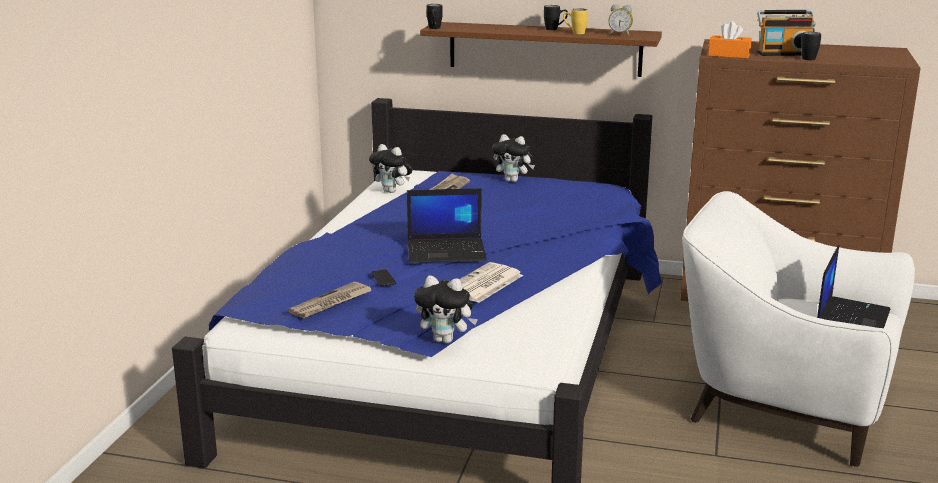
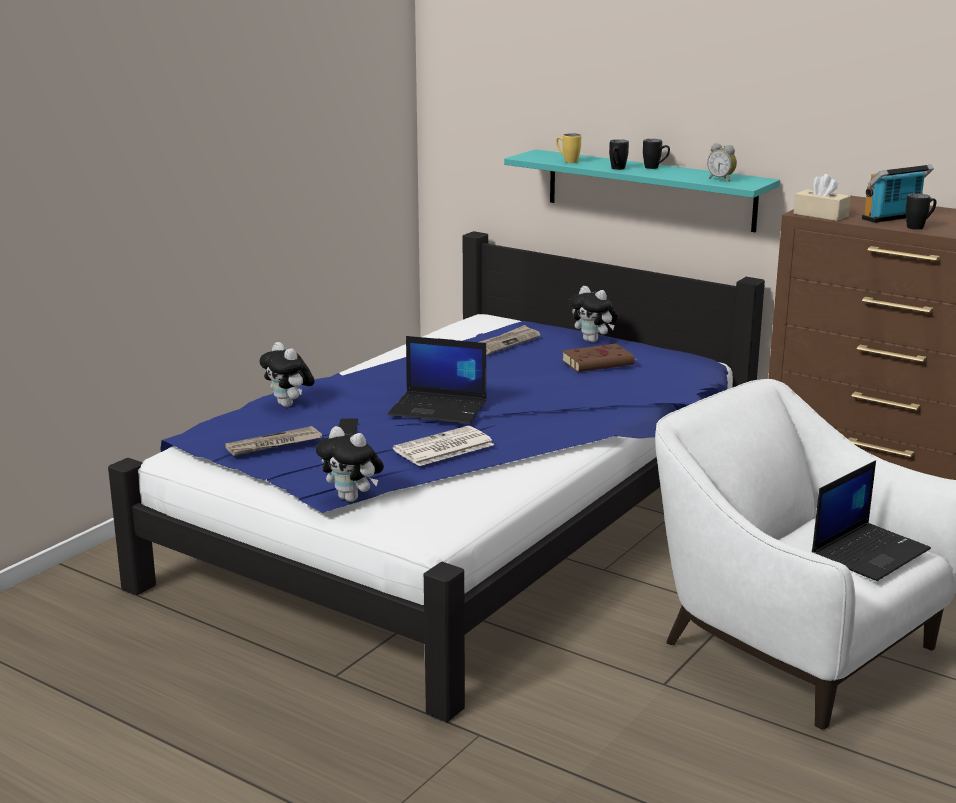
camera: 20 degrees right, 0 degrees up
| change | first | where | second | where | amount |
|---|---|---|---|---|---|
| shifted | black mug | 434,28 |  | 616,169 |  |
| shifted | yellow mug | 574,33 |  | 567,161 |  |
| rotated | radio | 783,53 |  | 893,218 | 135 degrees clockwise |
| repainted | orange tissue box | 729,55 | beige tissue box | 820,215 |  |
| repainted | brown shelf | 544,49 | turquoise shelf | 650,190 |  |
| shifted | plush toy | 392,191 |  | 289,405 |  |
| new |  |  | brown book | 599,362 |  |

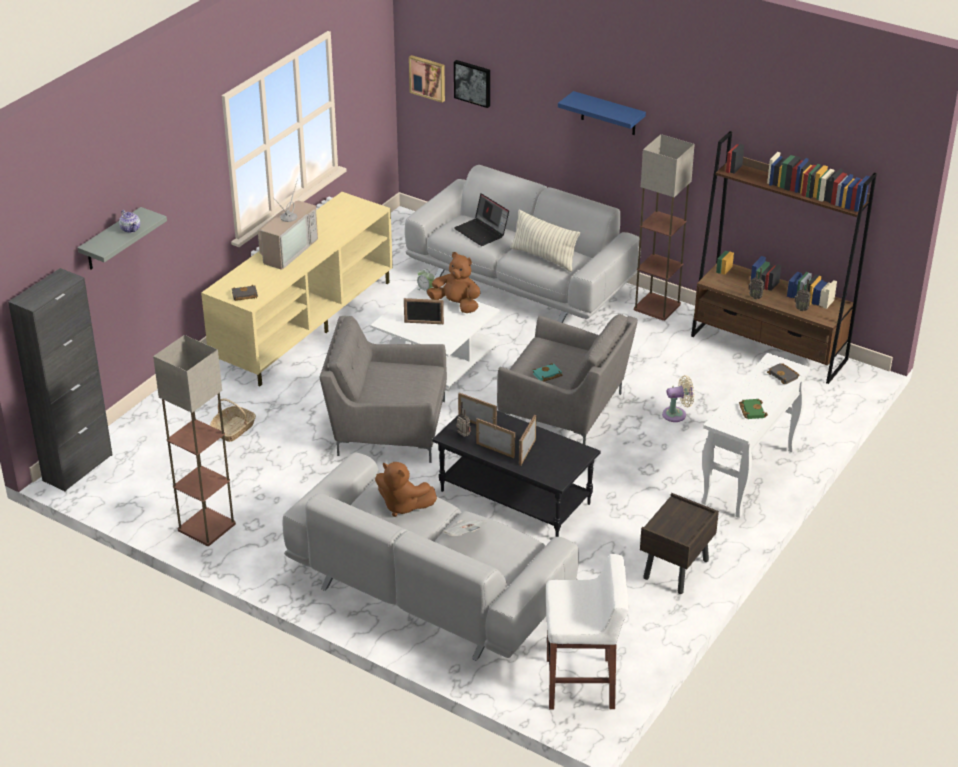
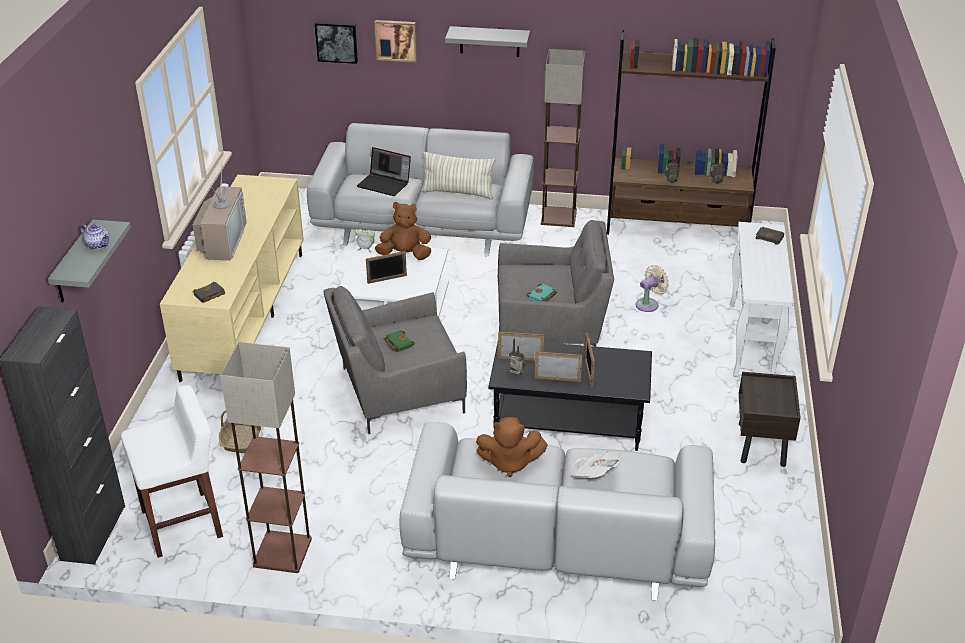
camera: 25 degrees left, 0 degrees up
| change | first | where | second | where | amount |
|---|---|---|---|---|---|
| shifted | picture | 428,78 |  | 396,40 |  |
| repainted | blue shelf | 608,114 | grey shelf | 489,41 |  |
| shifted | green book | 751,410 |  | 397,343 |  |
| shifted | white stool | 582,684 |  | 183,524 |  |

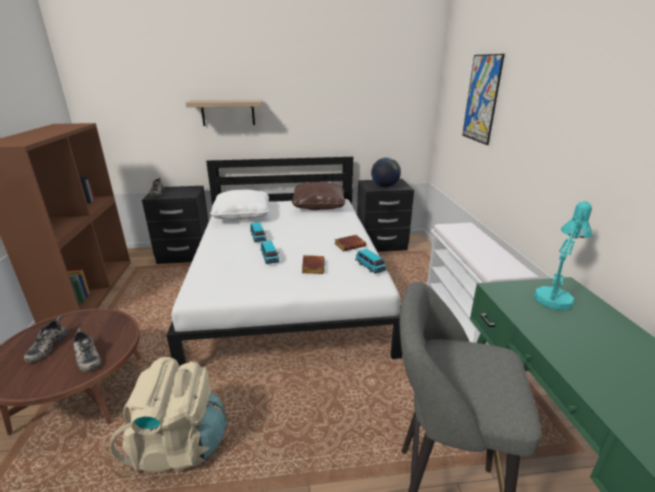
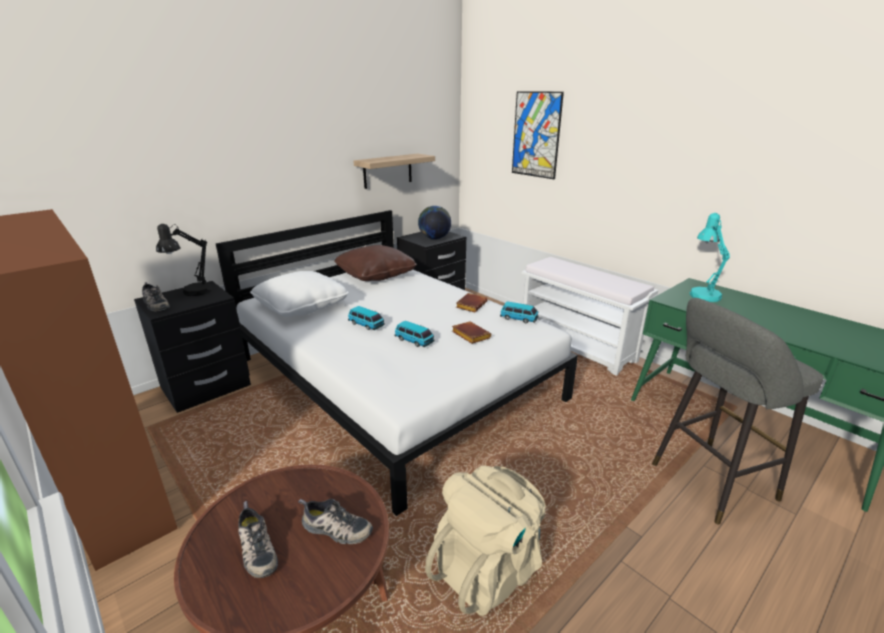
camera: 35 degrees left, 0 degrees up
| change | first | where | second | where | amount |
|---|---|---|---|---|---|
| shifted | shelf | 228,112 |  | 387,171 |  |
| new |  |  | black table lamp | 193,293 |  |

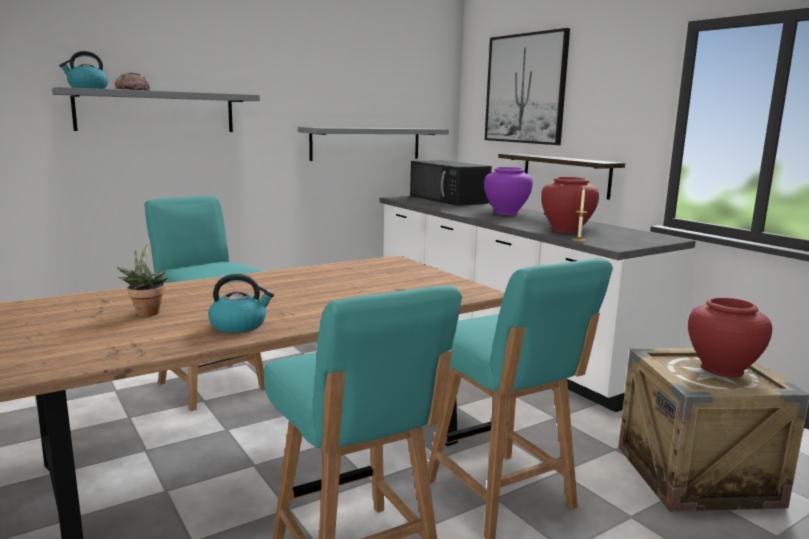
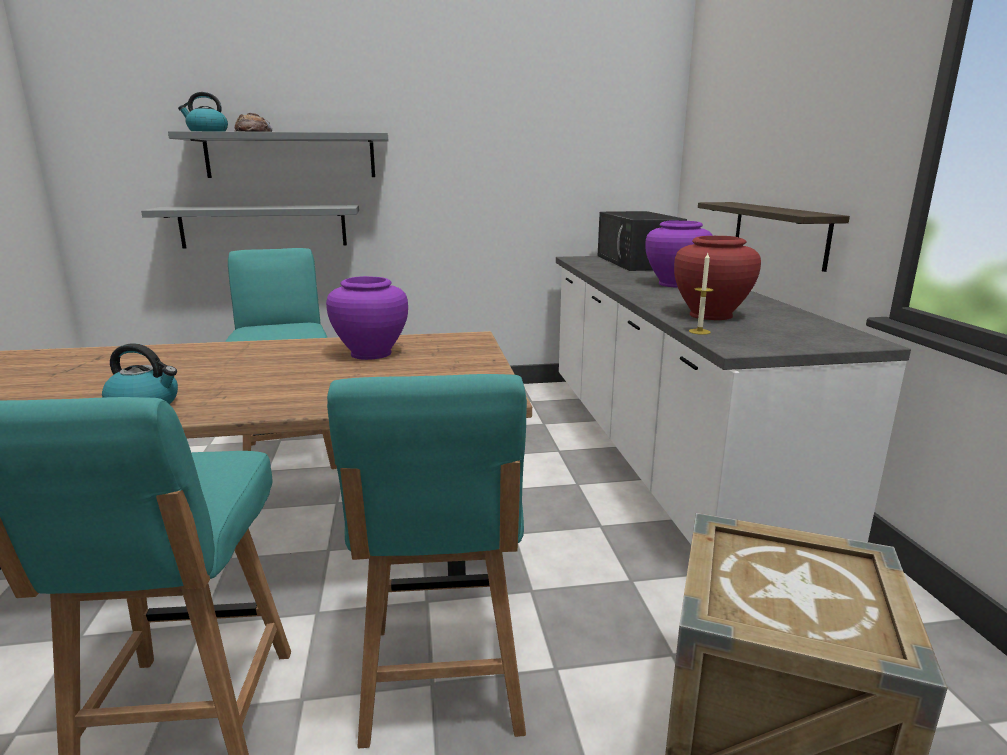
camera: 25 degrees right, 5 degrees up
| change | first | where | second | where | amount |
|---|---|---|---|---|---|
| gone | picture | 525,89 |  |  |  |
| shifted | grey shelf | 366,143 |  | 264,226 |  |
| gone | potted plant | 146,312 |  |  |  |
| gone | red vase | 722,370 |  |  |  |
| new |  |  | purple vase | 371,354 |  |

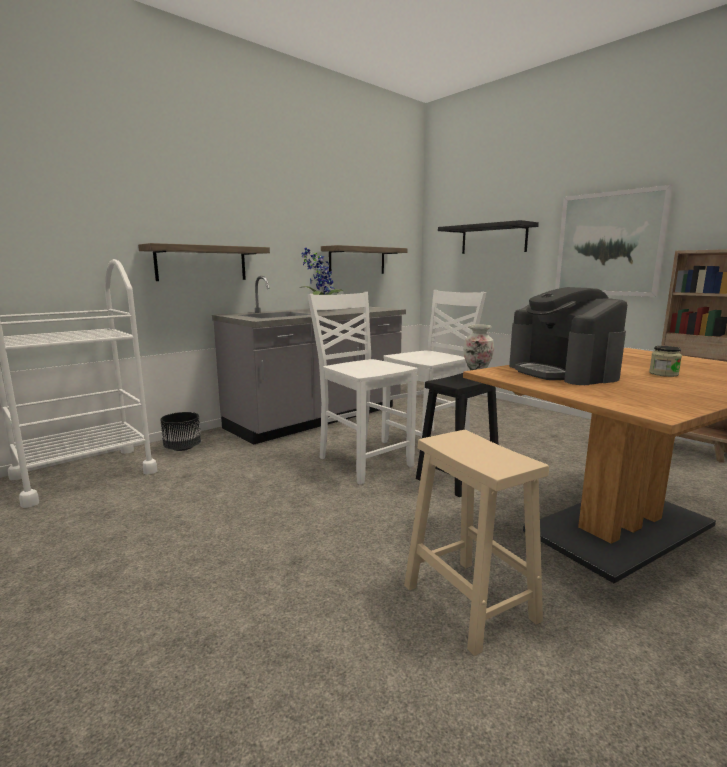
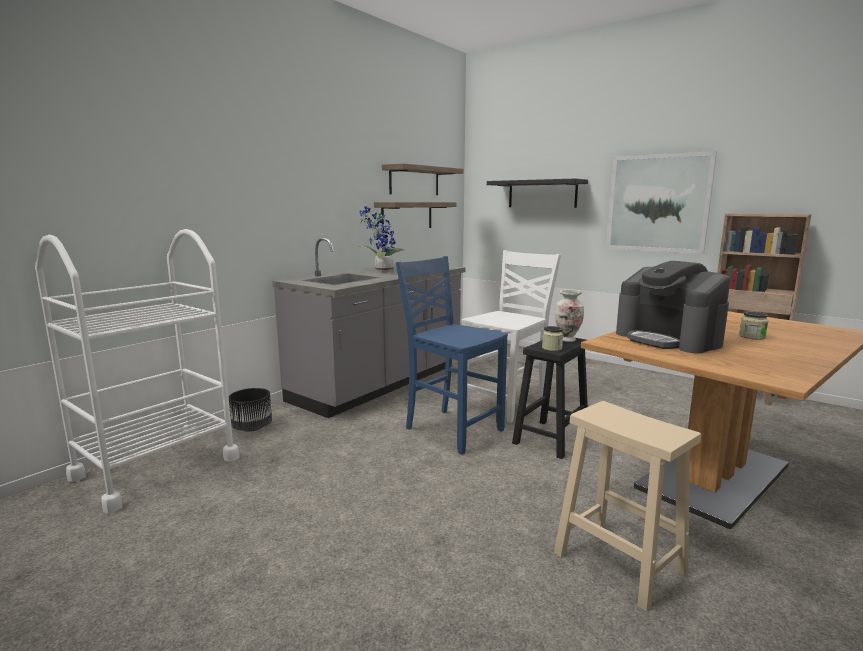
camera: 10 degrees left, 0 degrees up
| change | first | where | second | where | amount |
|---|---|---|---|---|---|
| shifted | shelf | 201,263 |  | 414,181 |  |
| repainted | white chair | 363,462 | blue chair | 452,429 |  |
| new |  |  | jar | 552,348 |  |

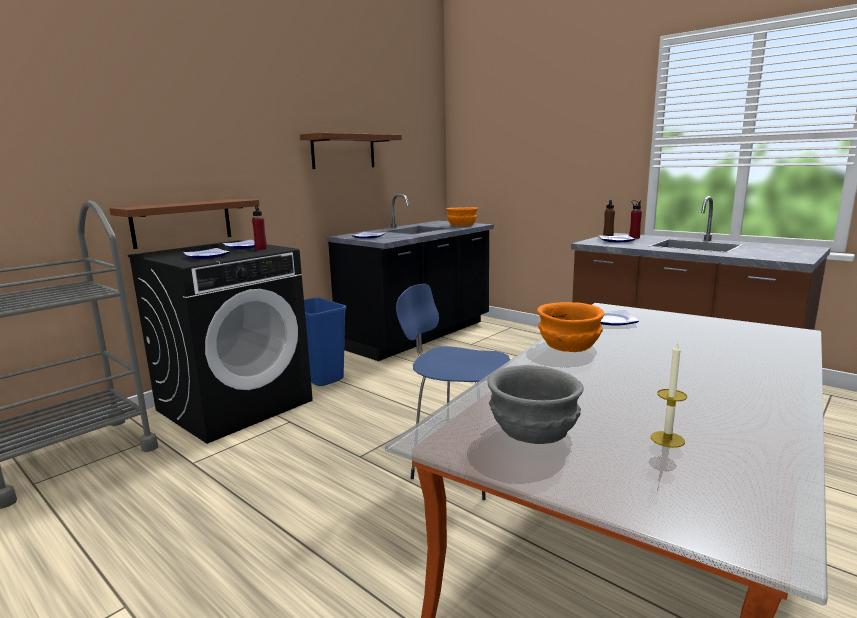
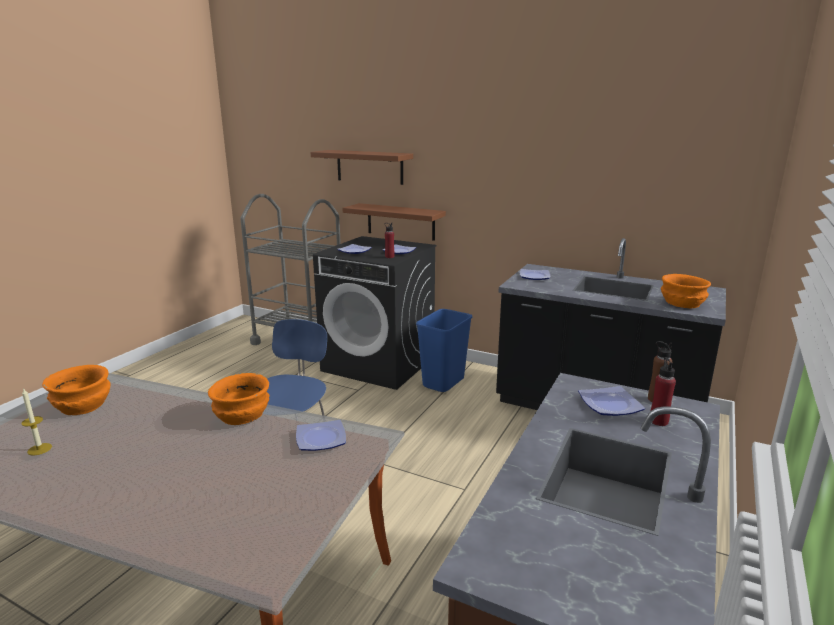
camera: 75 degrees right, 5 degrees up
| change | first | where | second | where | amount |
|---|---|---|---|---|---|
| shifted | brown shelf | 343,151 |  | 369,167 |  |
| repainted | grey bowl | 532,429 | orange bowl | 83,405 |  |

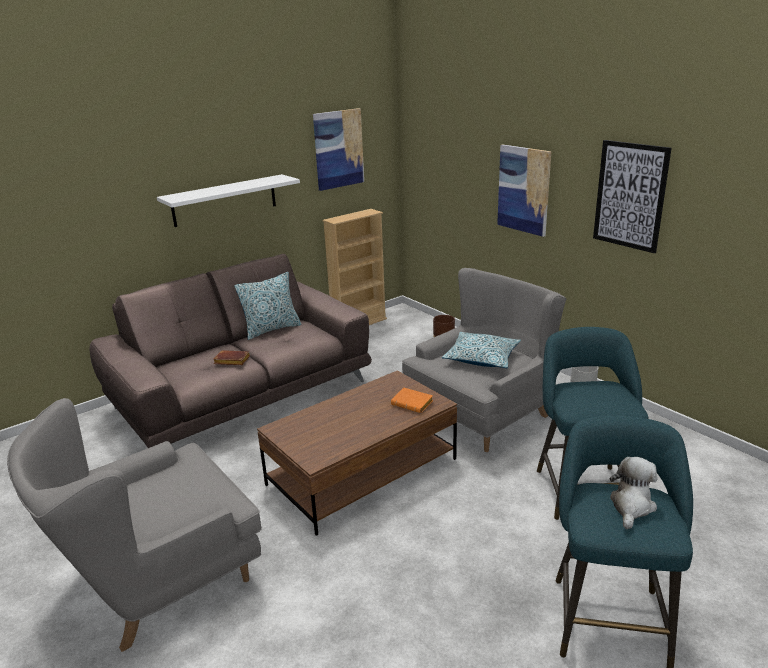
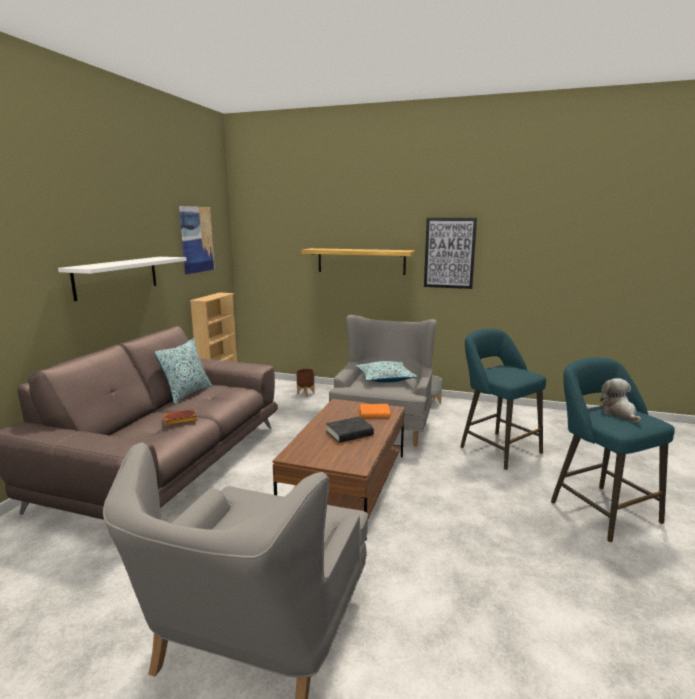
camera: 35 degrees left, 10 degrees down
| change | first | where | second | where | amount |
|---|---|---|---|---|---|
| swapped | picture | 524,189 | shelf | 361,261 |  |
| new |  |  | black book | 349,433 |  |

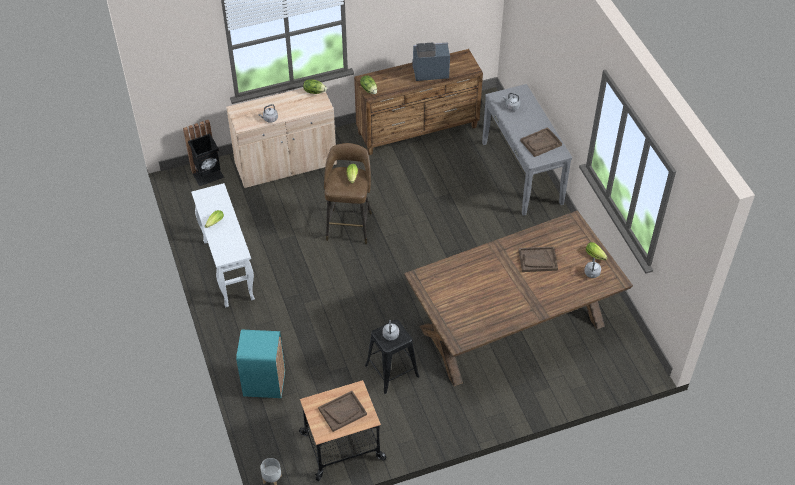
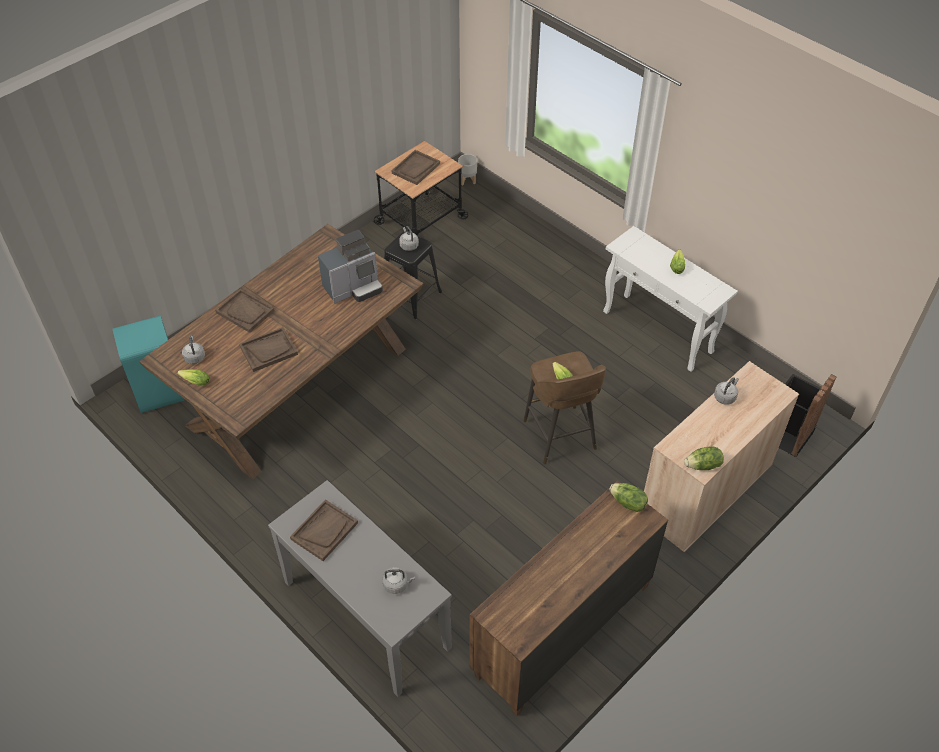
camera: 155 degrees right, 0 degrees up
| change | first | where | second | where | amount |
|---|---|---|---|---|---|
| shifted | coffee machine | 429,72 |  | 353,288 |  |
| shifted | turquoise trash can | 264,384 |  | 159,392 |  |
| new |  |  | brown tray | 245,312 |  |

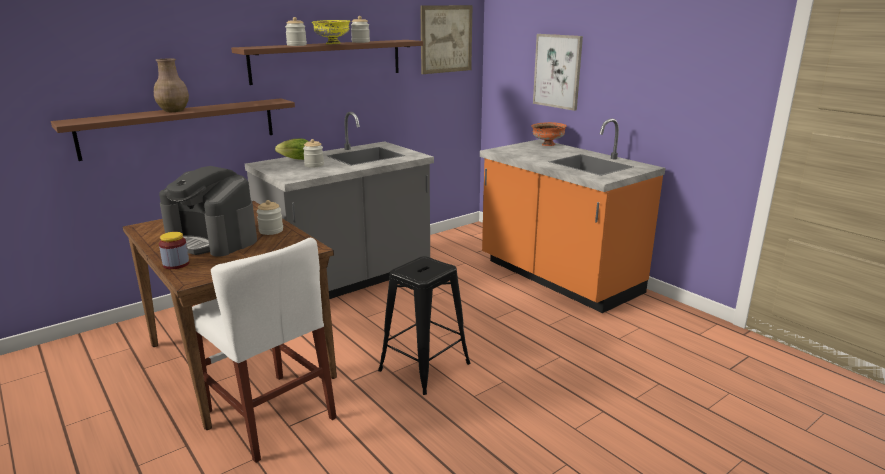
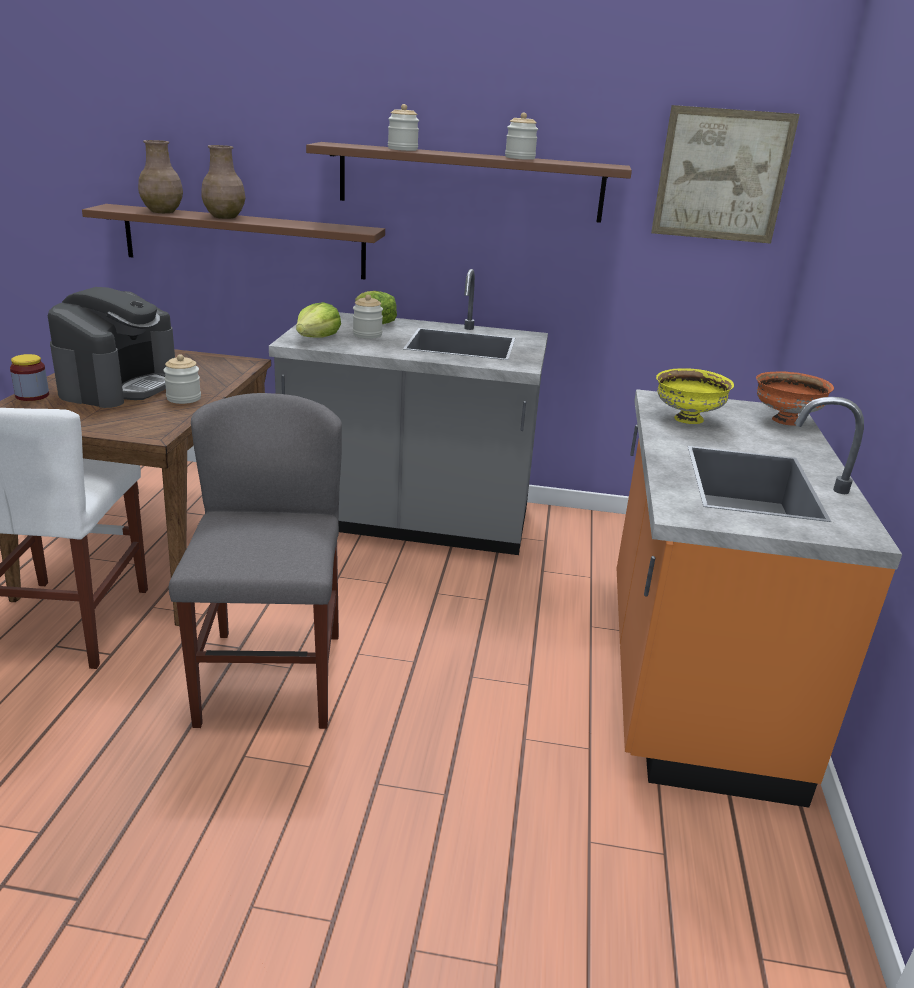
camera: 45 degrees right, 5 degrees up
| change | first | where | second | where | amount |
|---|---|---|---|---|---|
| shifted | yellow bowl | 332,43 |  | 687,419 |  |
| gone | picture | 557,71 |  |  |  |
| rotated | coffee machine | 213,240 |  | 119,385 | 150 degrees counterclockwise |
| swapped | black stool | 424,367 | grey chair | 271,678 |  |
| new |  |  | brown vase | 162,211 |  |
| new |  |  | lettuce | 317,338 |  |

